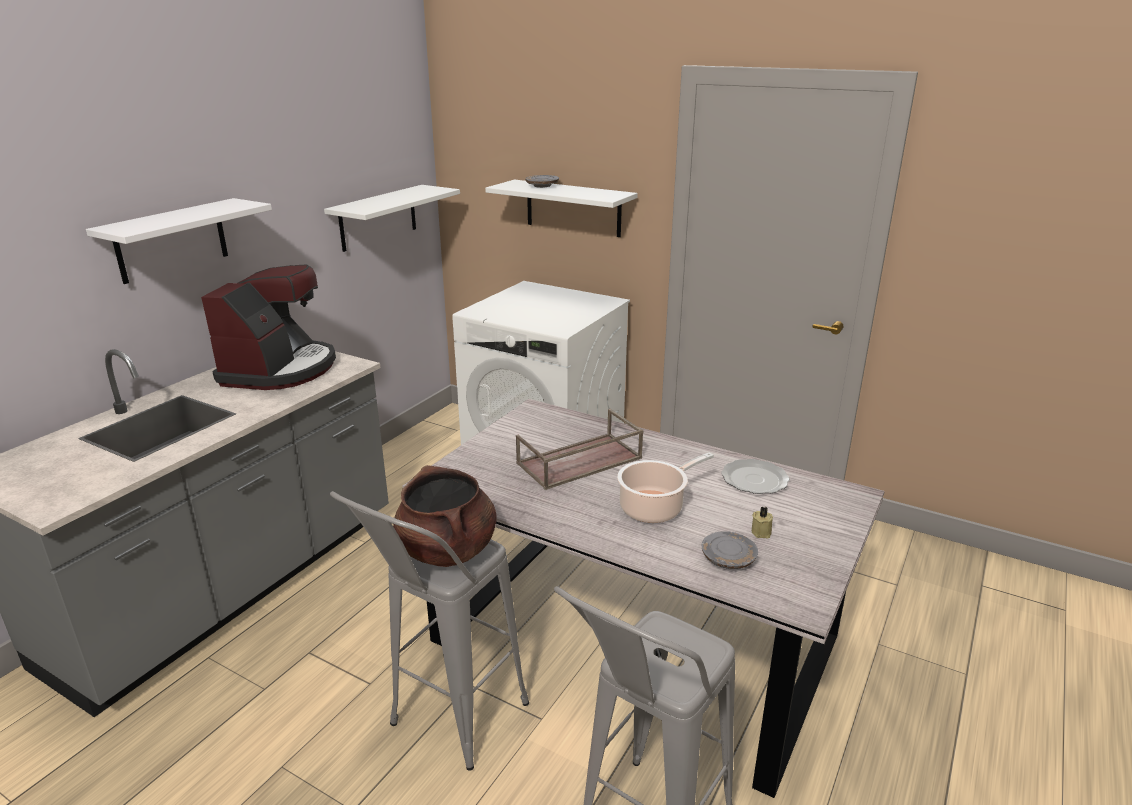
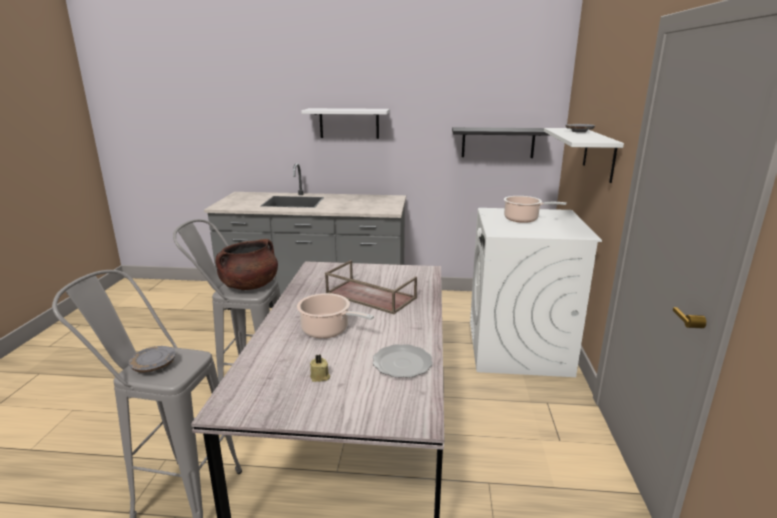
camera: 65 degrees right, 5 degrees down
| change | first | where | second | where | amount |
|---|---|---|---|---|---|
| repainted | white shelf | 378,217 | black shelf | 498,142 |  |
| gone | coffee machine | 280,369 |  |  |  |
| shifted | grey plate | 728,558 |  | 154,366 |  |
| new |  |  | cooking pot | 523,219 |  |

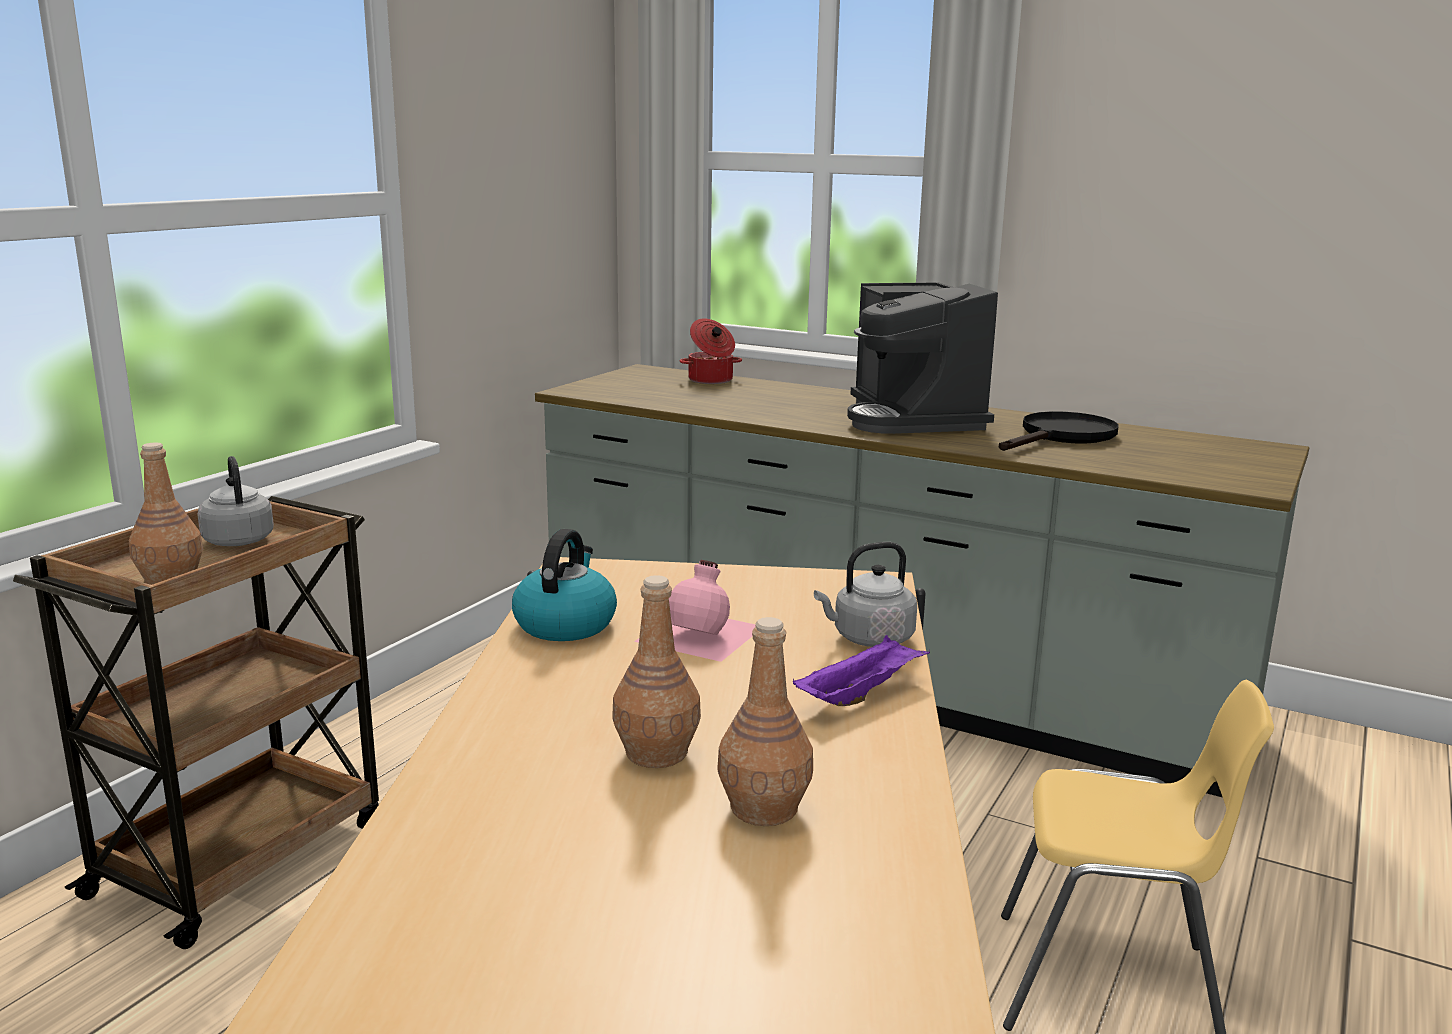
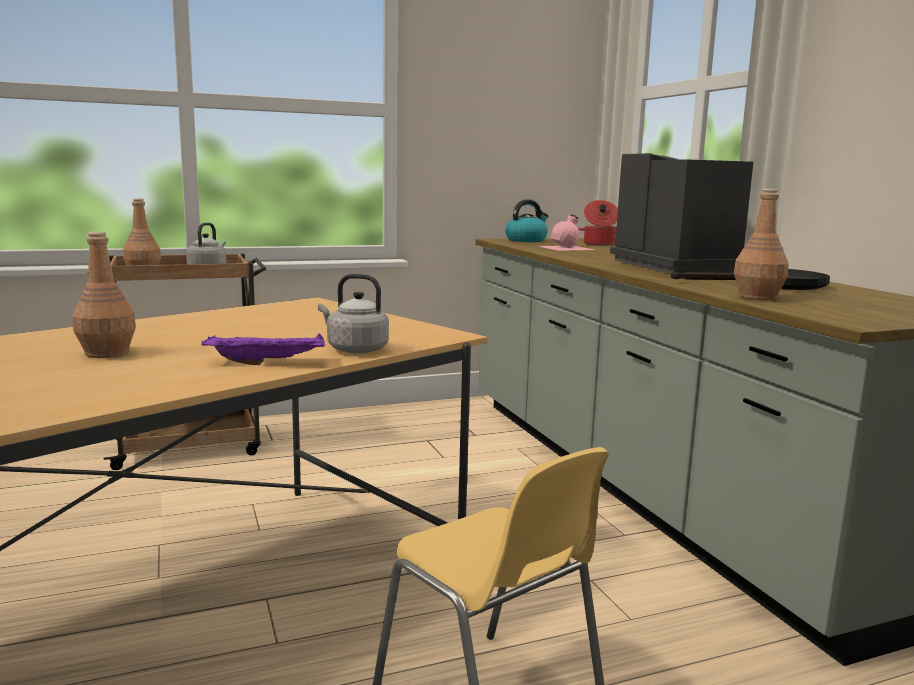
camera: 40 degrees right, 5 degrees down
| change | first | where | second | where | amount |
|---|---|---|---|---|---|
| rotated | coffee machine | 913,418 |  | 676,267 | 135 degrees clockwise |
| shifted | kettle | 565,624 |  | 526,240 |  |
| shifted | pink bottle | 702,633 |  | 567,248 |  |
| shifted | brown bottle | 762,808 |  | 756,297 |  |

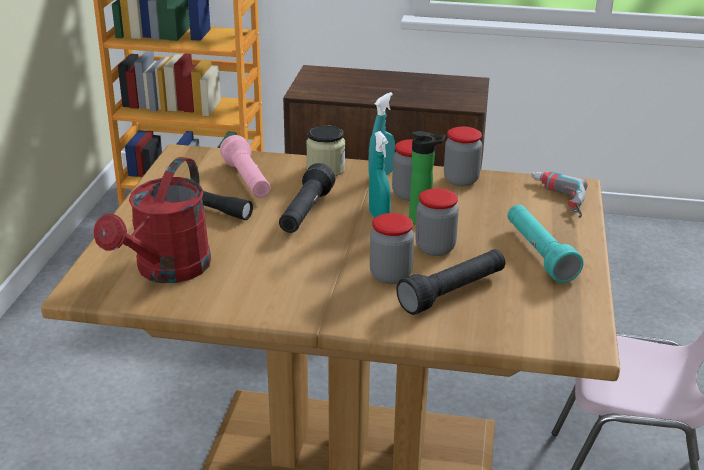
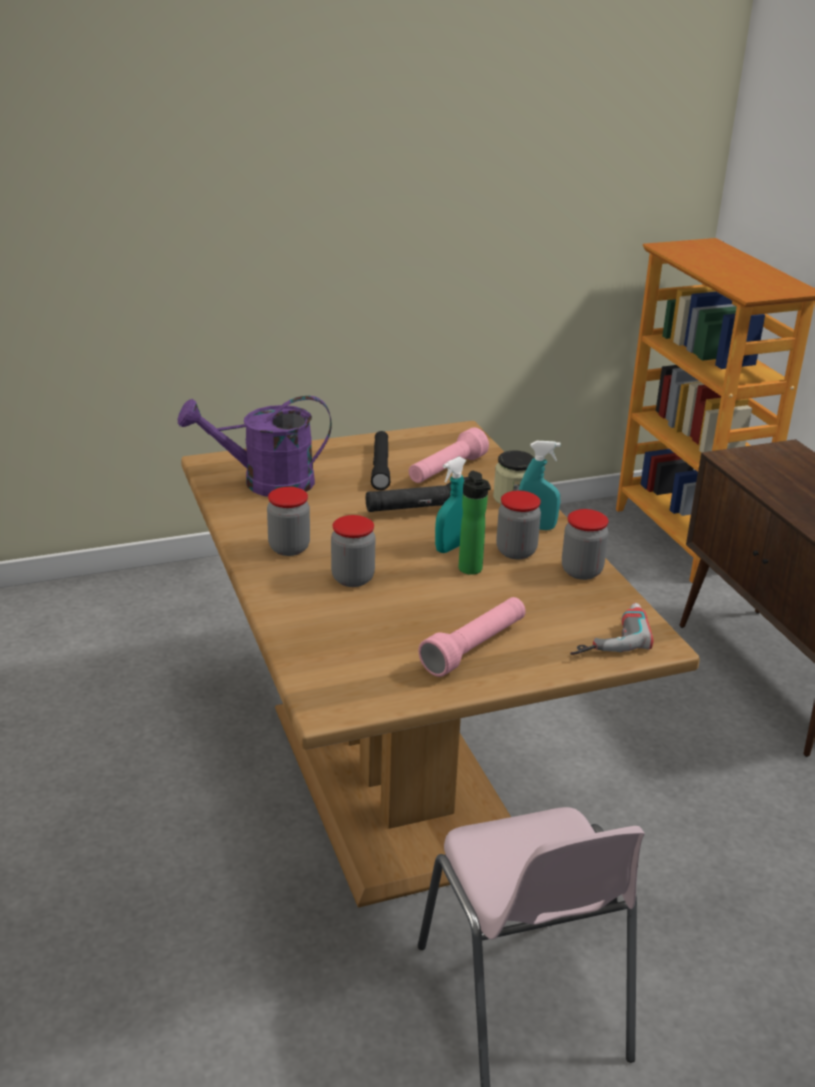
camera: 60 degrees right, 0 degrees up
| change | first | where | second | where | amount |
|---|---|---|---|---|---|
| repainted | red watering can | 166,271 | purple watering can | 265,483 |  |
| shifted | jar | 435,248 |  | 289,548 |  |
| repainted | turquoise flashlight | 539,253 | pink flashlight | 475,648 |  |
| gone | black flashlight | 453,293 |  |  |  |

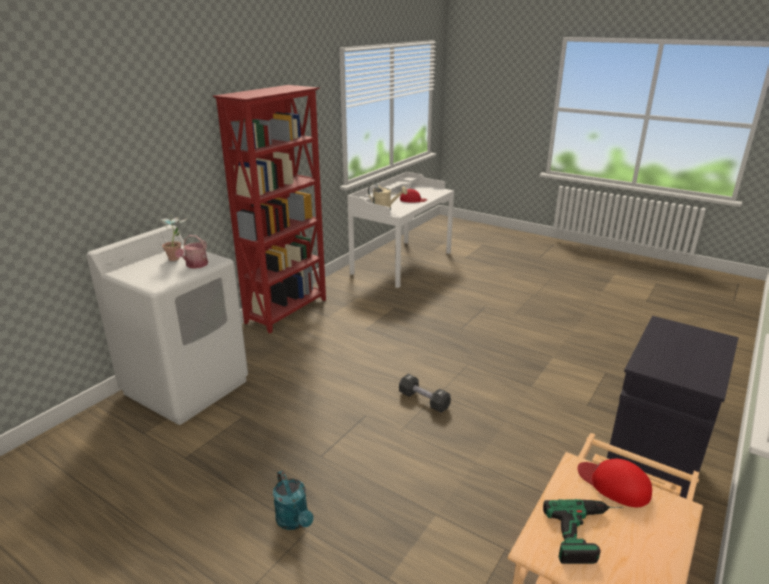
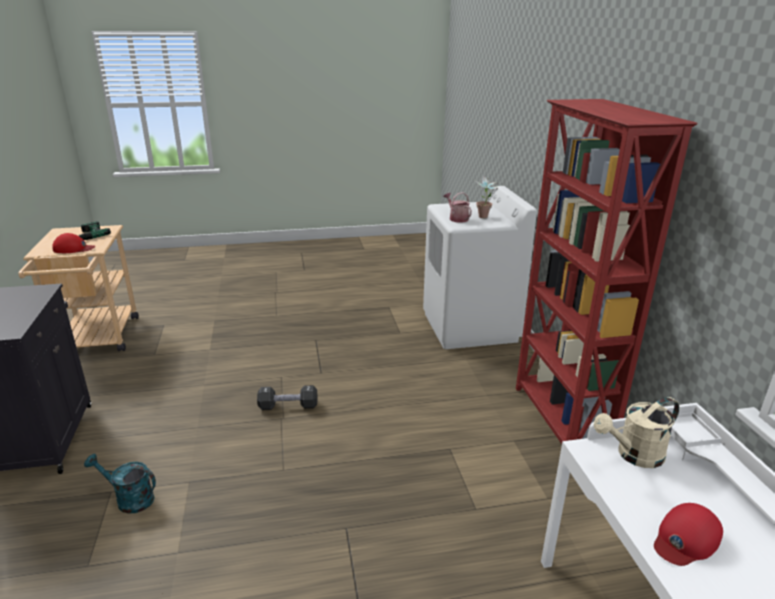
camera: 135 degrees right, 0 degrees up
| change | first | where | second | where | amount |
|---|---|---|---|---|---|
| shifted | turquoise watering can | 295,521 |  | 129,499 |  |

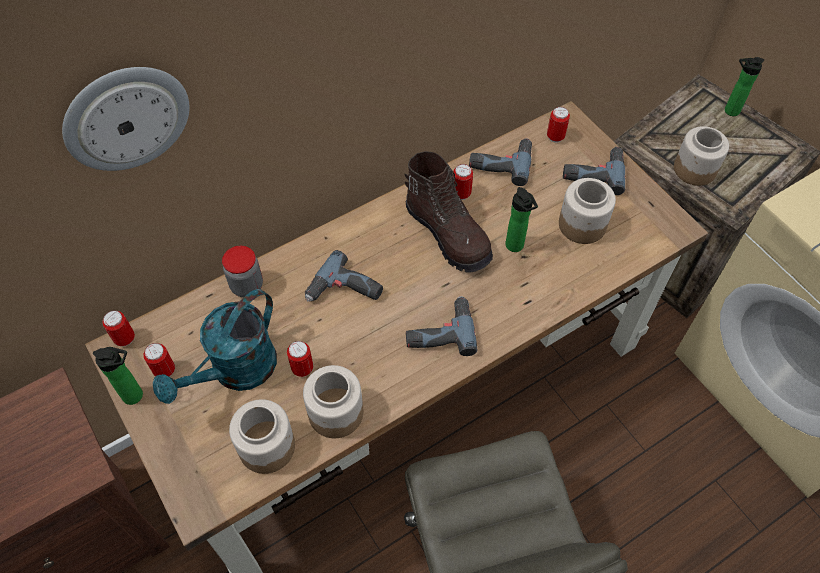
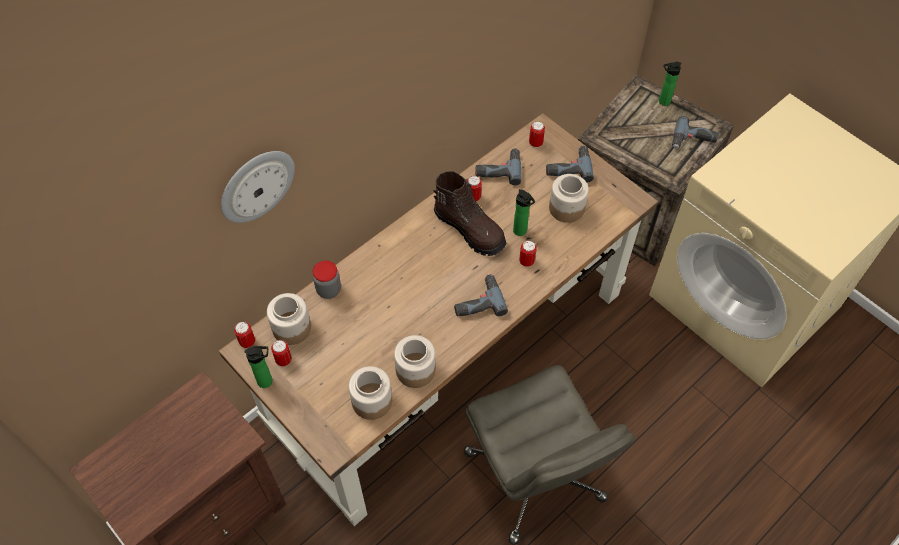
camera: 10 degrees left, 0 degrees up
| change | first | where | second | where | amount |
|---|---|---|---|---|---|
| shifted | jar | 695,169 |  | 292,328 |  |
| shifted | power drill | 345,292 |  | 693,141 |  |
| gone | turquoise watering can | 236,372 |  |  |  |
| shifted | can | 302,368 |  | 526,261 |  |

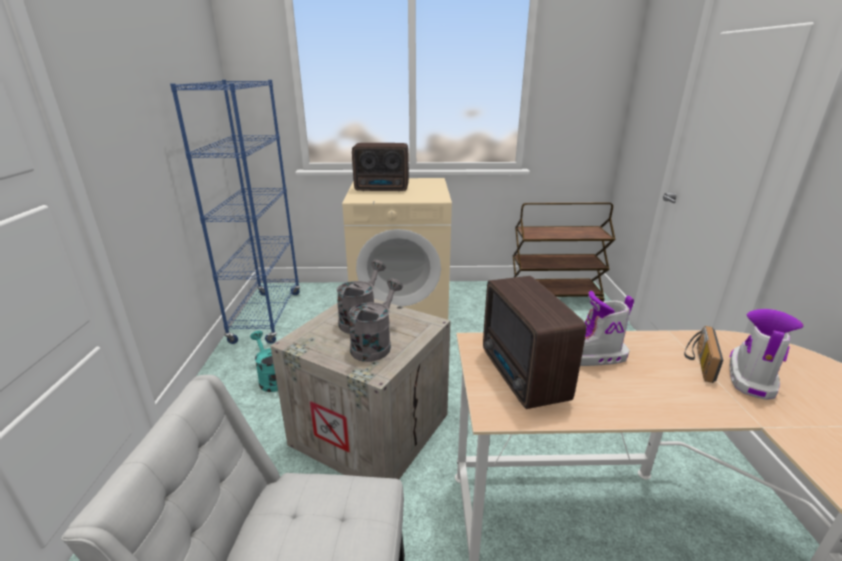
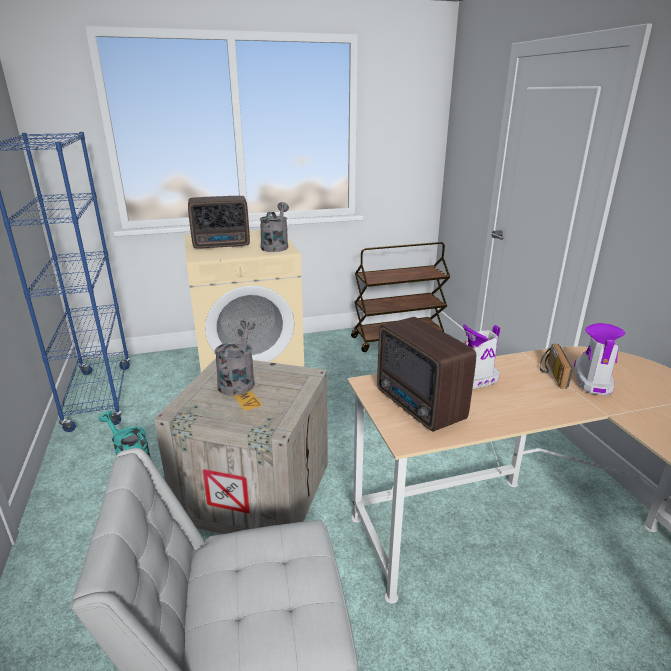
camera: 15 degrees left, 0 degrees up
| change | first | where | second | where | amount |
|---|---|---|---|---|---|
| shifted | grey watering can | 374,344 |  | 276,246 |  |

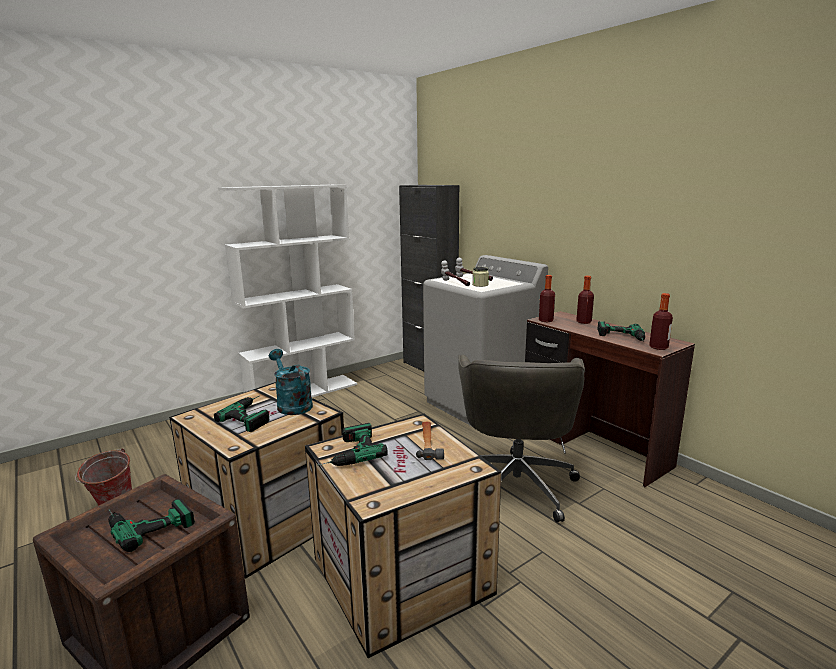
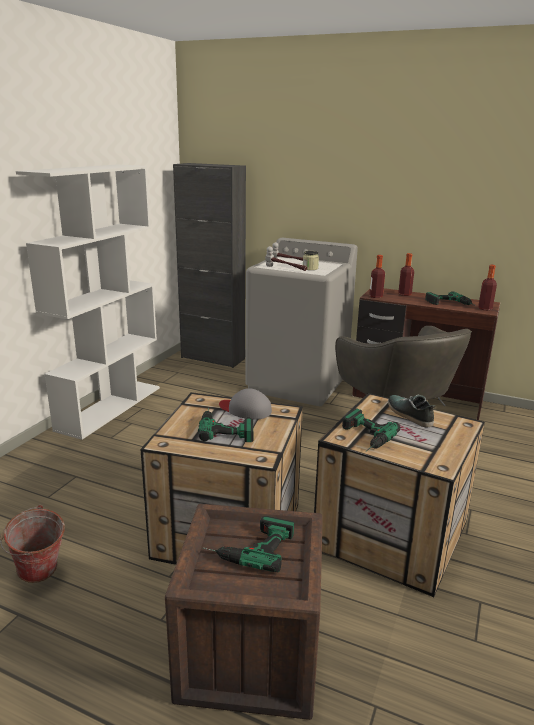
camera: 30 degrees left, 5 degrees up
| change | first | where | second | where | amount |
|---|---|---|---|---|---|
| swapped | turquoise watering can | 292,404 | grey cap | 245,409 |  |
| swapped | hammer | 429,443 | shoe | 409,414 |  |

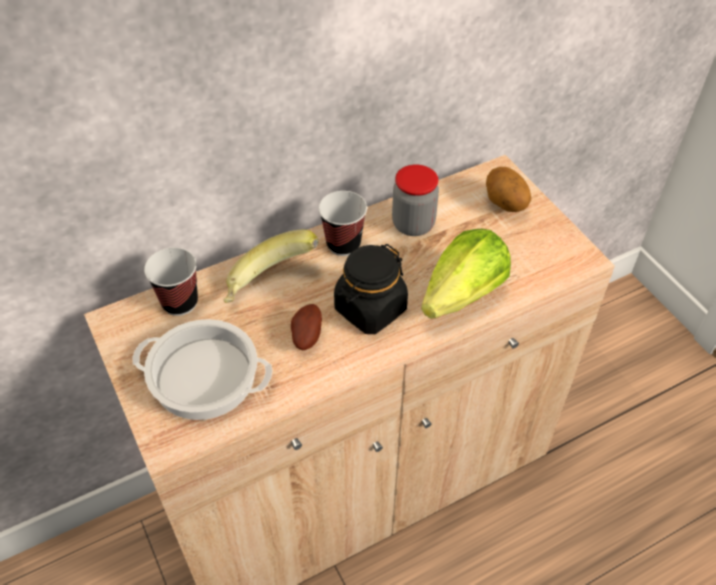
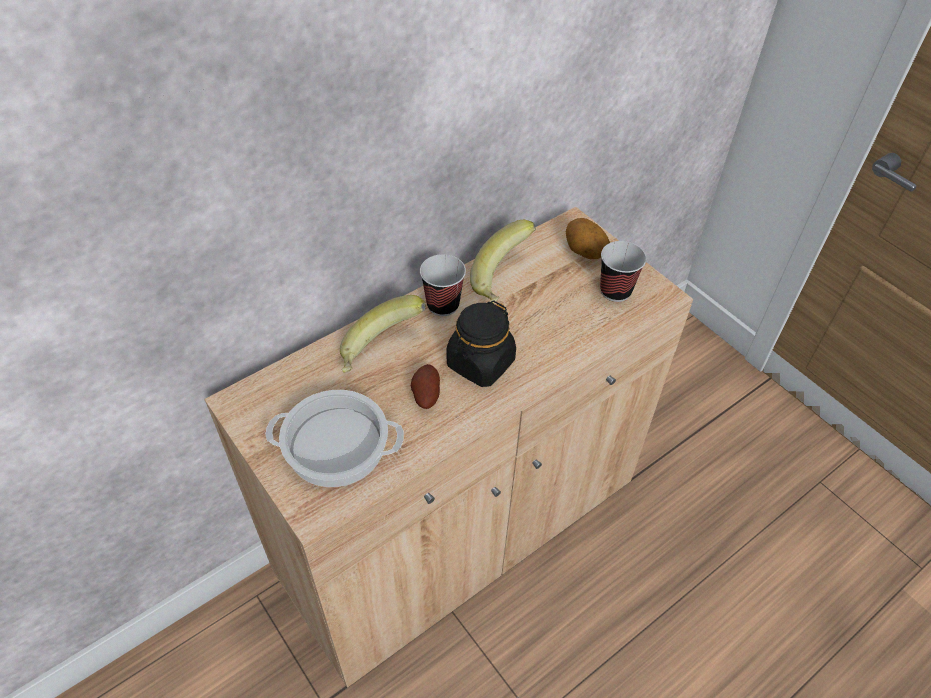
camera: 10 degrees left, 0 degrees up
| change | first | where | second | where | amount |
|---|---|---|---|---|---|
| swapped | jar | 413,224 | banana | 504,280 |  |
| gone | lettuce | 463,295 |  |  |  |
| shifted | cup | 180,302 |  | 615,291 |  |

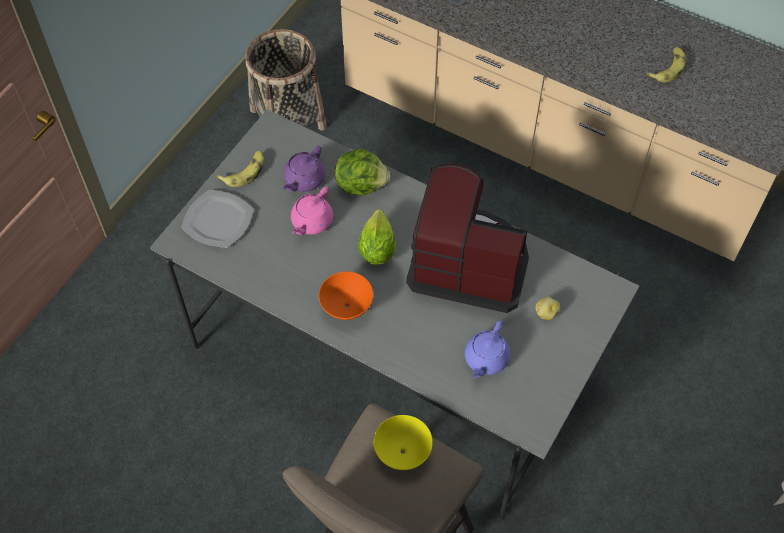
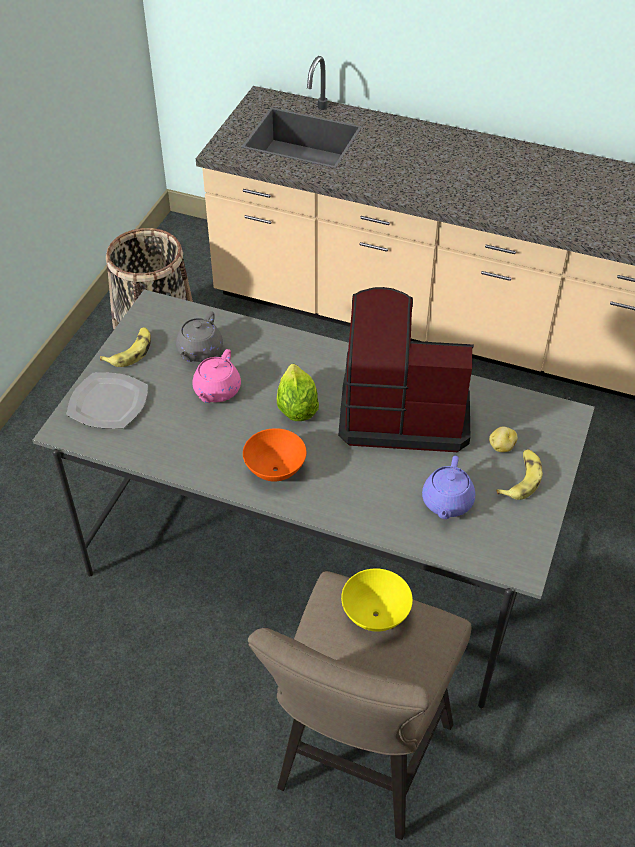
camera: 10 degrees left, 10 degrees down
| change | first | where | second | where | amount |
|---|---|---|---|---|---|
| shifted | banana | 667,68 |  | 521,479 |  |
| repainted | purple teapot | 304,180 | grey teapot | 199,351 |  |
| gone | lettuce | 361,184 |  |  |  |

